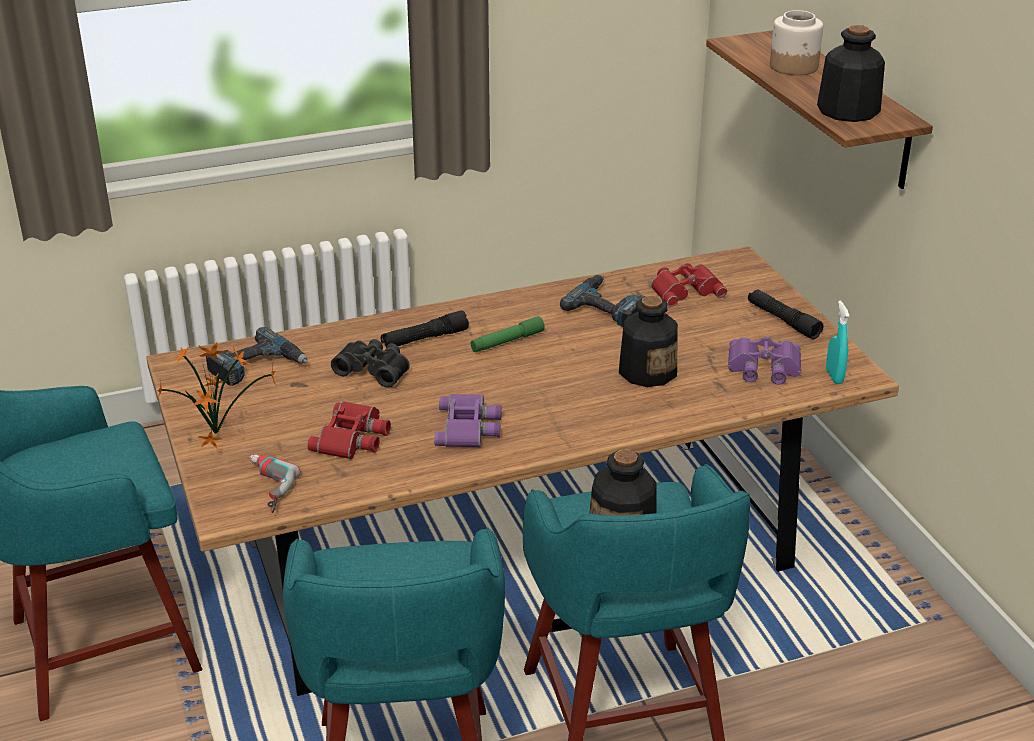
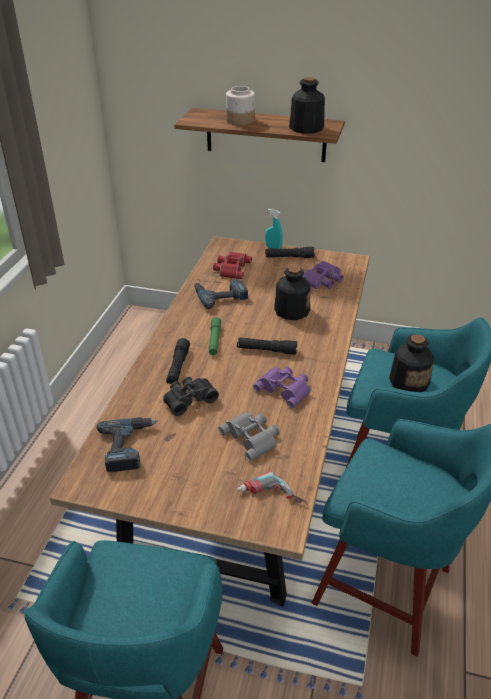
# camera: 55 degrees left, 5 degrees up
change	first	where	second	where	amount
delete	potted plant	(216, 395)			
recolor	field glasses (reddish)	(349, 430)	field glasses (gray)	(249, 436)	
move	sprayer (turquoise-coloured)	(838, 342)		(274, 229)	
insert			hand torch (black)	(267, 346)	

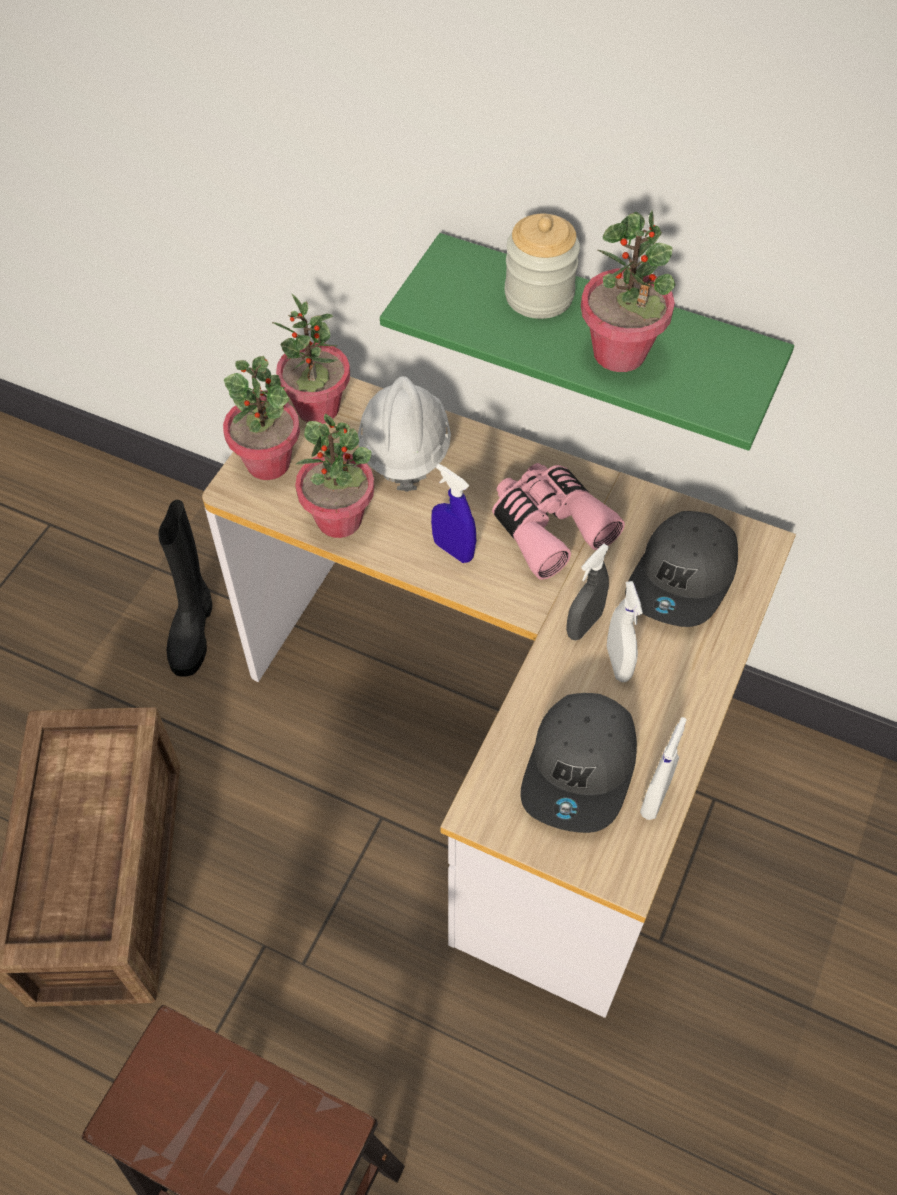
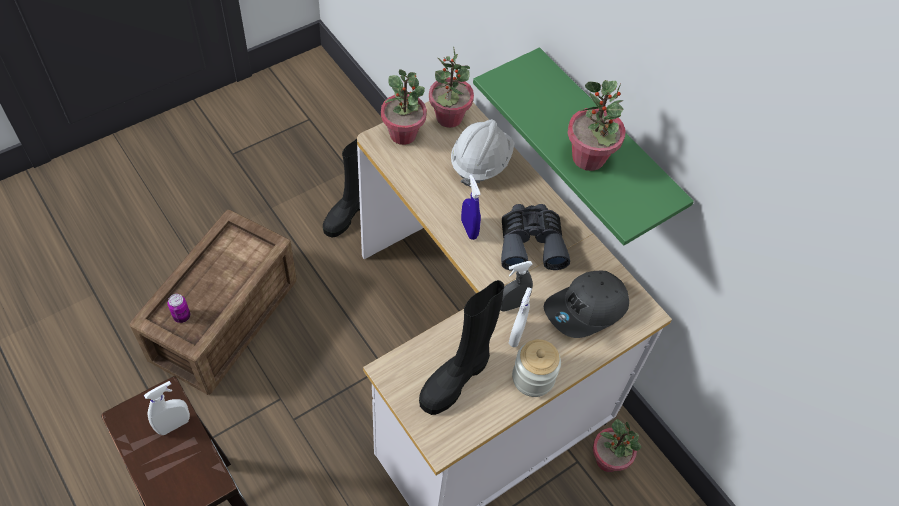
# camera: 25 degrees right, 0 degrees up
change	first	where	second	where	amount
move	potted plant	(334, 476)		(617, 445)	
recolor	field glasses (pink)	(558, 521)	field glasses (gray)	(535, 237)	
move	jar	(542, 266)		(536, 368)	
replace	cap (gray)	(579, 763)	high-top boot (black)	(461, 347)	
move	sprayer (whitish)	(663, 768)		(167, 408)	
insert			can	(179, 308)	

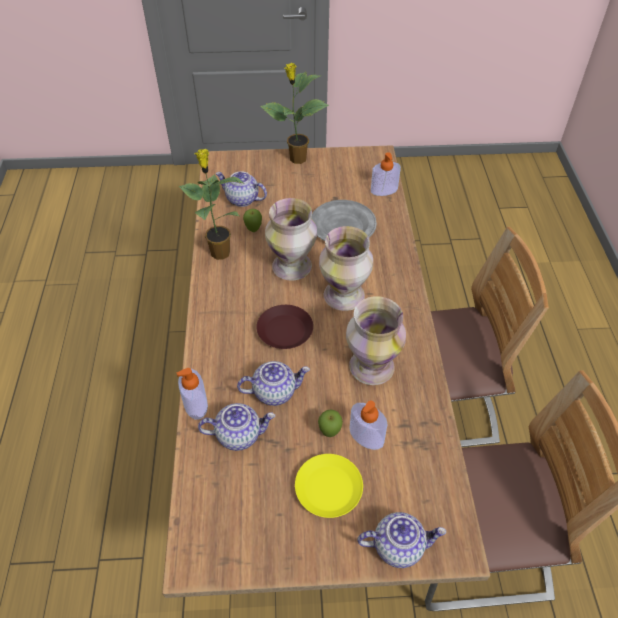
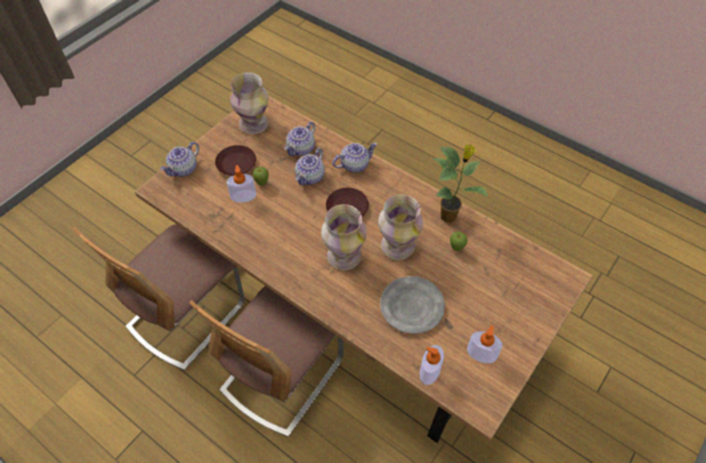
# camera: 130 degrees right, 5 degrees up
change	first	where	second	where	amount
move	soap bottle	(192, 394)		(484, 344)	
move	pot for tea	(241, 189)		(355, 157)	
delete	potted plant	(294, 113)			
recolor	dinner plate (yellow-coloured)	(329, 486)	dinner plate (brownish)	(235, 160)	
move	decorative vase	(376, 340)		(249, 103)	

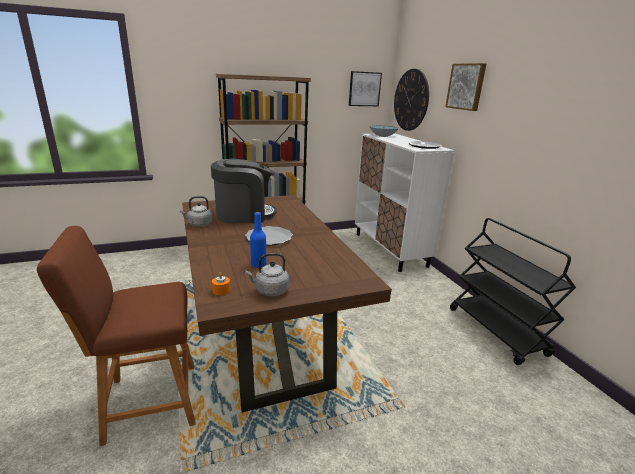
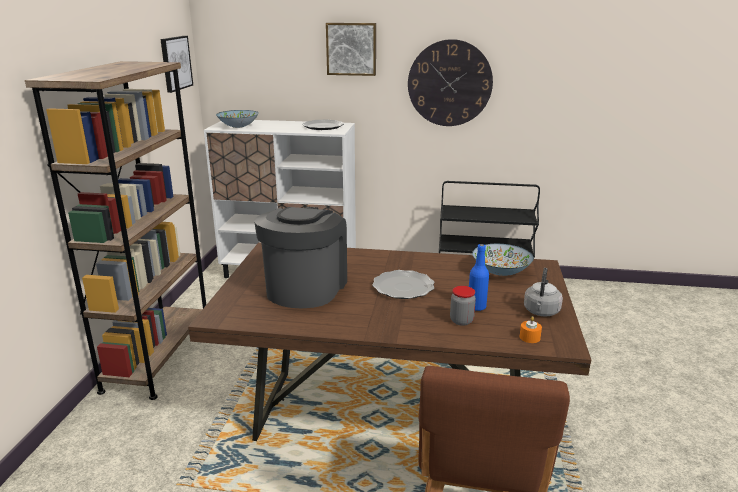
# camera: 60 degrees left, 0 degrees up
change	first	where	second	where	amount
delete	tea kettle (gray)	(196, 211)			
move	hanging clock	(411, 100)		(450, 82)	
insert			jar	(463, 306)	
insert			deep dish	(503, 260)	

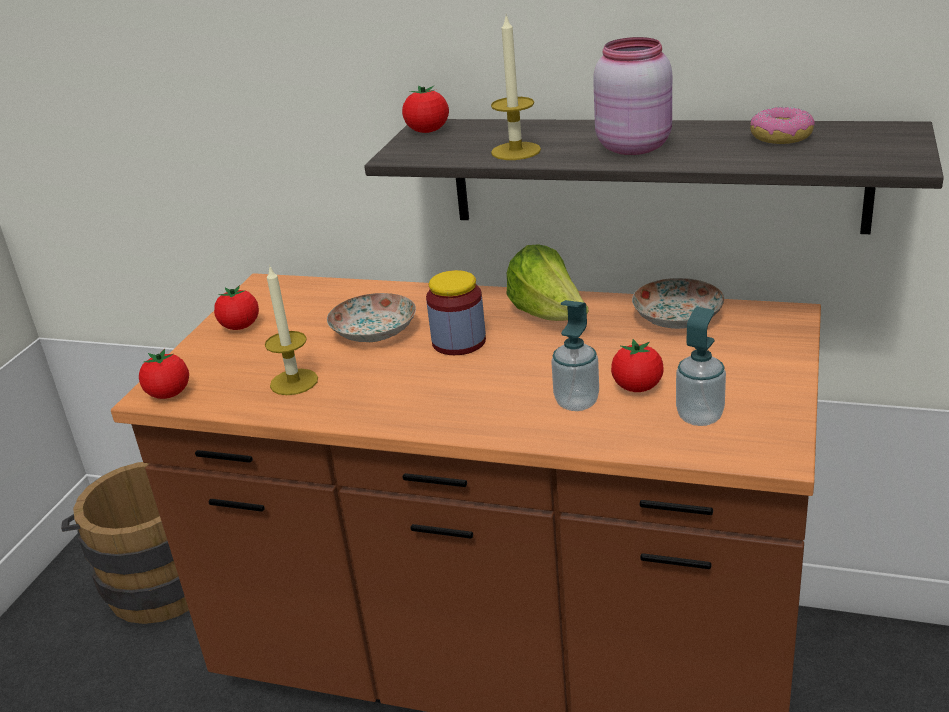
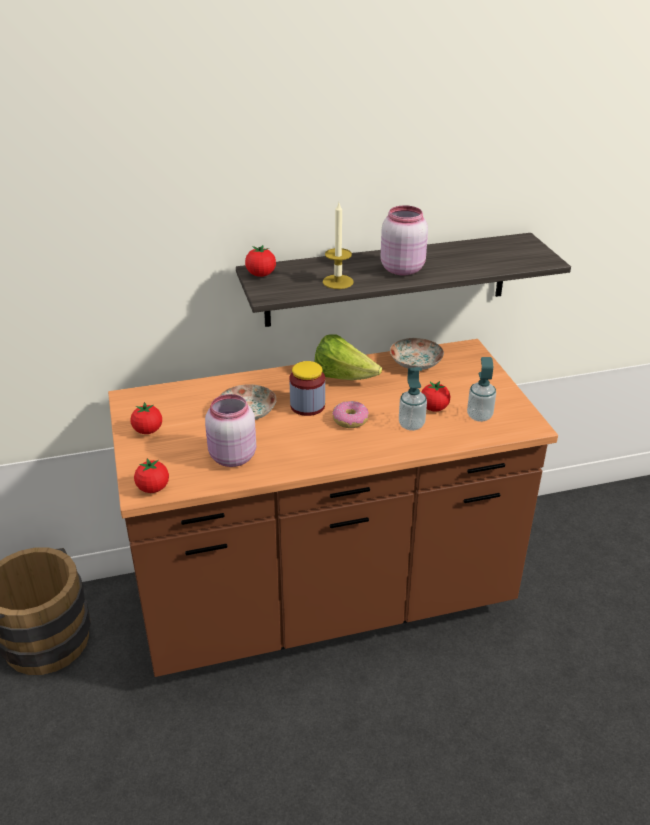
# camera: 35 degrees left, 5 degrees up
change	first	where	second	where	amount
replace	wax light	(291, 330)	jar (pink)	(230, 430)	
move	donut	(782, 125)		(351, 414)	

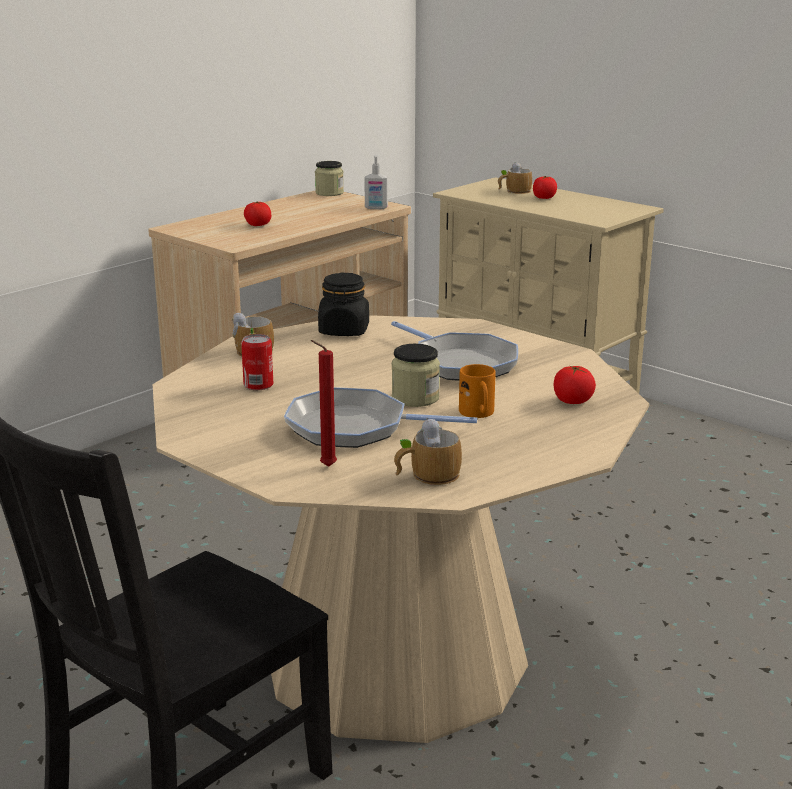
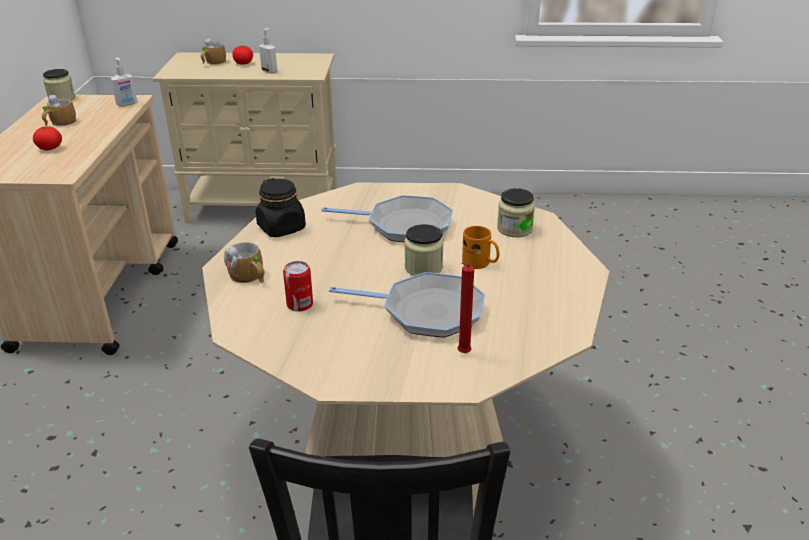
# camera: 40 degrees left, 10 degrees up
change	first	where	second	where	amount
rotate	frying pan	(380, 417)		(407, 305)	135 degrees counterclockwise
move	mug	(428, 451)		(59, 110)	
replace	whole tomato	(574, 385)	jar	(516, 212)	
insert			soap bottle	(268, 51)	

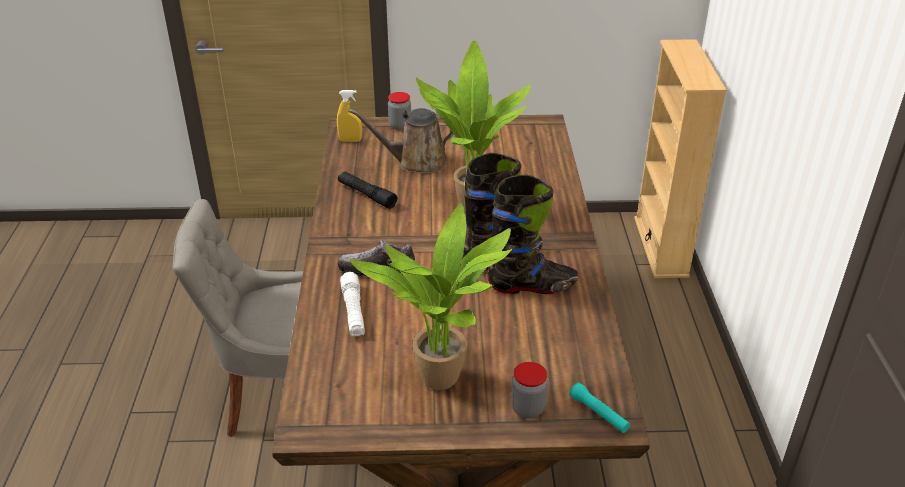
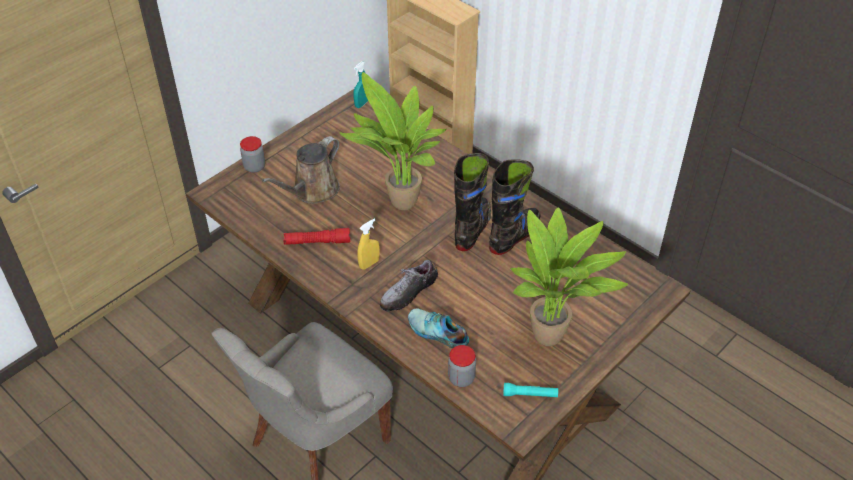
# camera: 45 degrees left, 10 degrees up
change	first	where	second	where	amount
move	sprayer (yellow-coloured)	(349, 116)		(368, 244)	
recolor	hand torch (black)	(367, 190)	hand torch (reddish)	(316, 236)	
replace	hand torch (whitish)	(352, 304)	low shoe	(438, 328)	
move	jar	(529, 390)		(462, 366)	
move	hand torch (turquoise-coloured)	(599, 407)		(530, 390)	
insert			sprayer (turquoise-coloured)	(360, 84)	

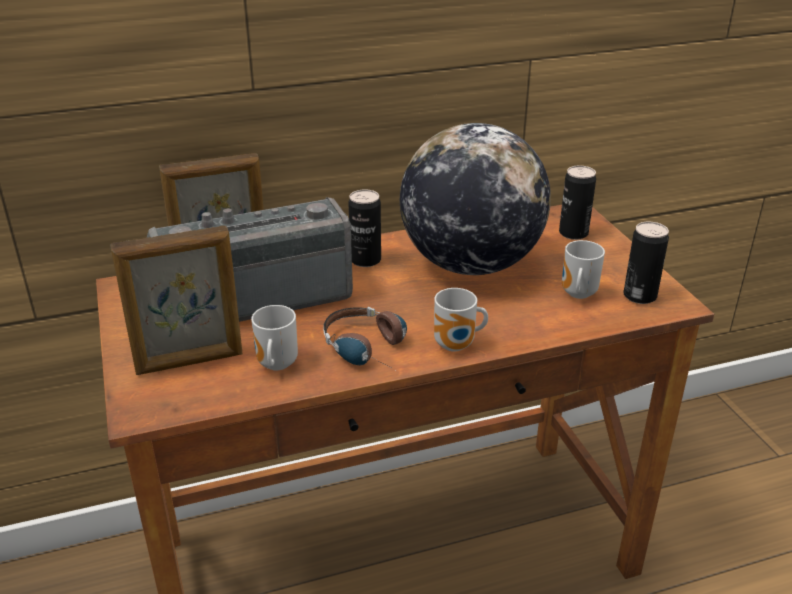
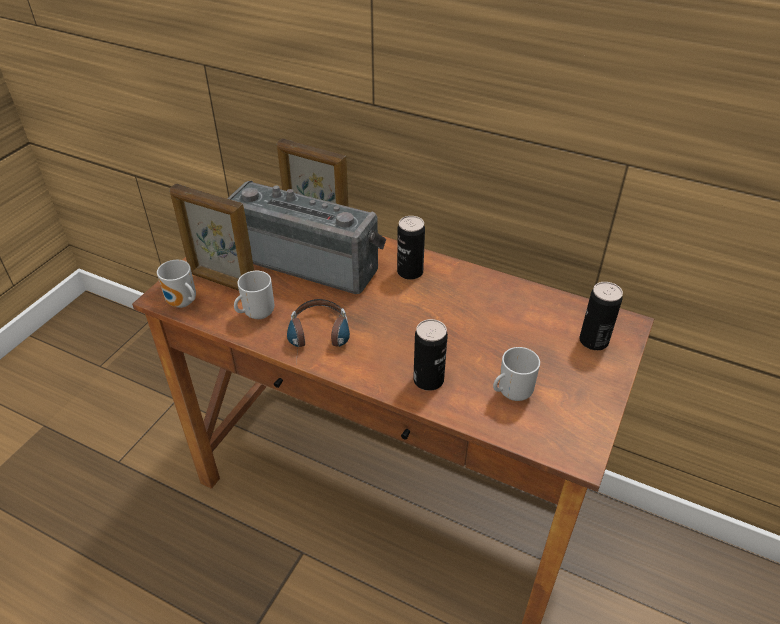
# camera: 45 degrees right, 10 degrees up
change	first	where	second	where	amount
delete	globe	(475, 199)			
move	mug	(461, 320)		(176, 284)	
move	can	(646, 262)		(430, 355)	

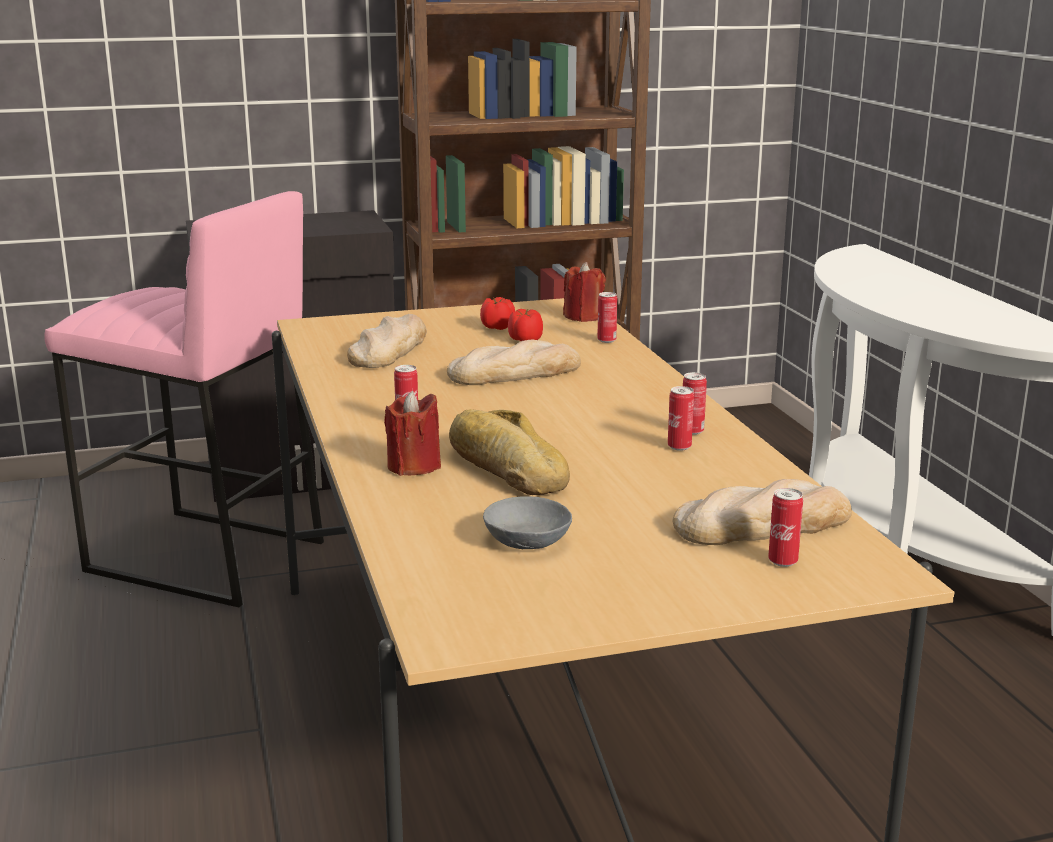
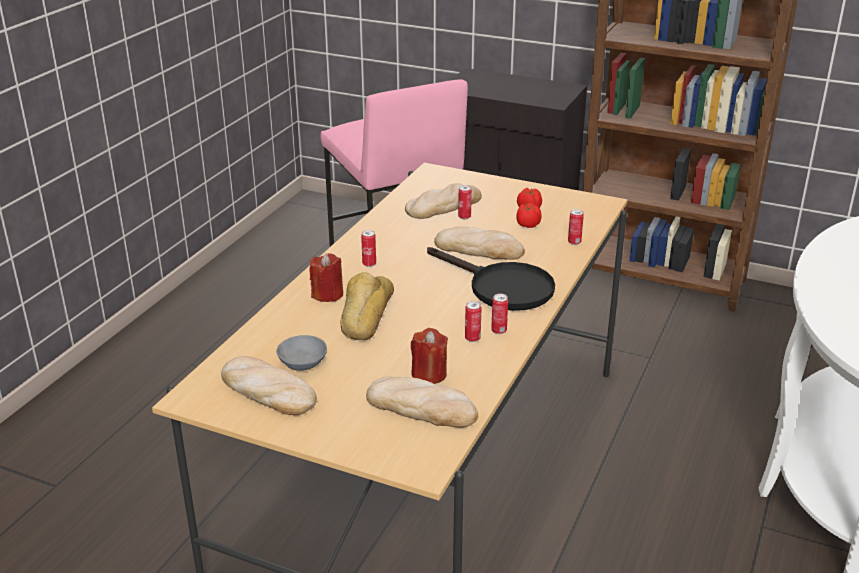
# camera: 40 degrees right, 10 degrees up
change	first	where	second	where	amount
move	wax light (reddish)	(584, 292)		(429, 356)	
move	can	(785, 527)		(465, 202)	
insert			bakery bread	(269, 385)	
insert			frying pan (black)	(491, 279)	

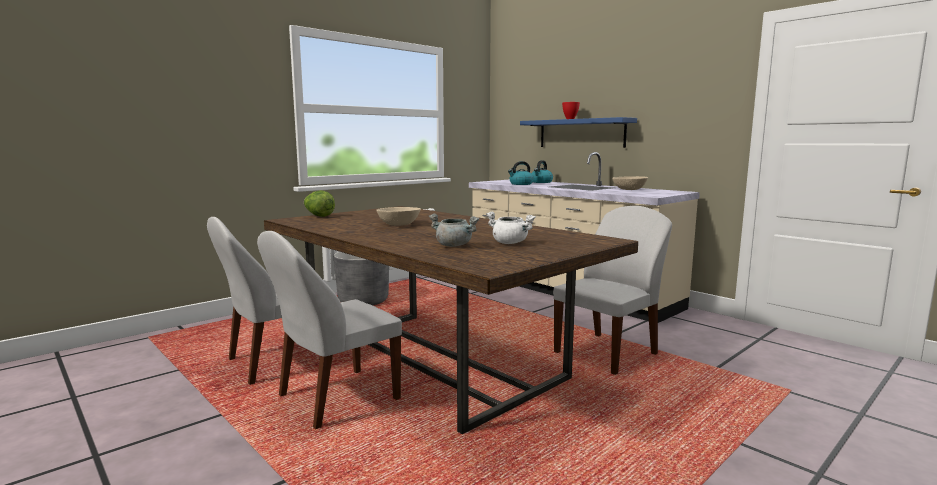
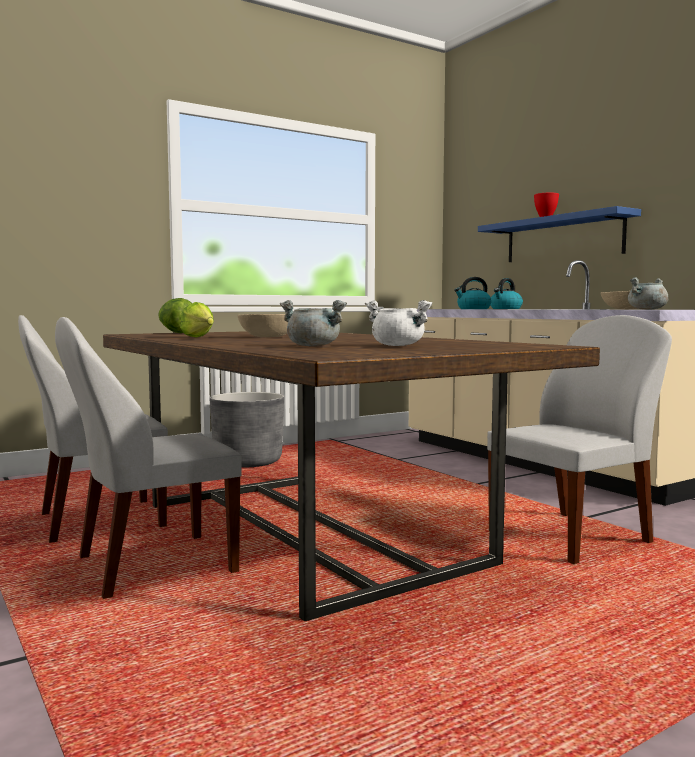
# camera: 10 degrees right, 5 degrees down
change	first	where	second	where	amount
insert			head of lettuce	(197, 319)	
insert			stockpot (gray)	(648, 293)	

